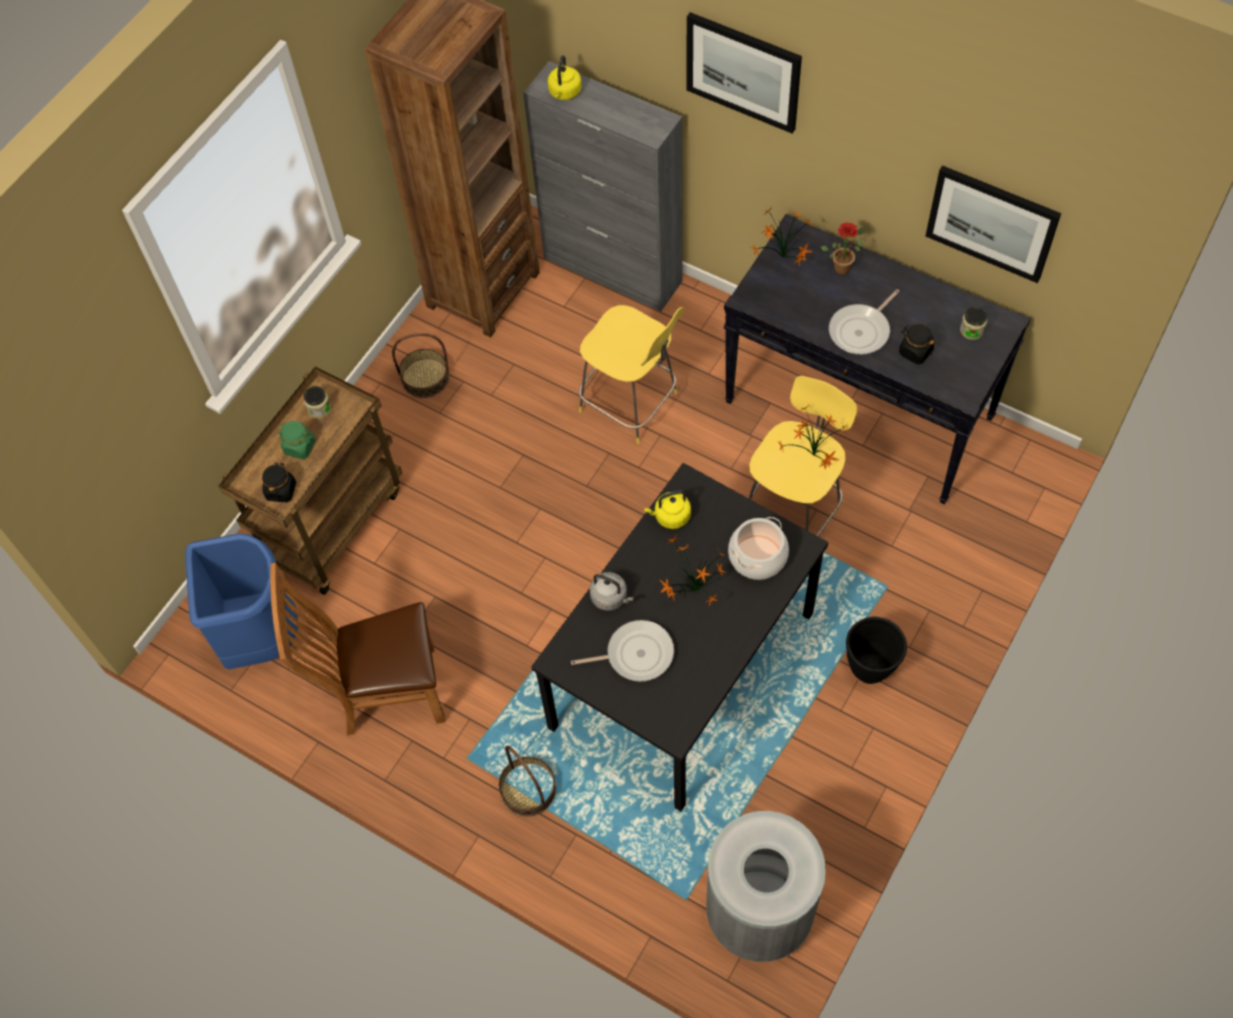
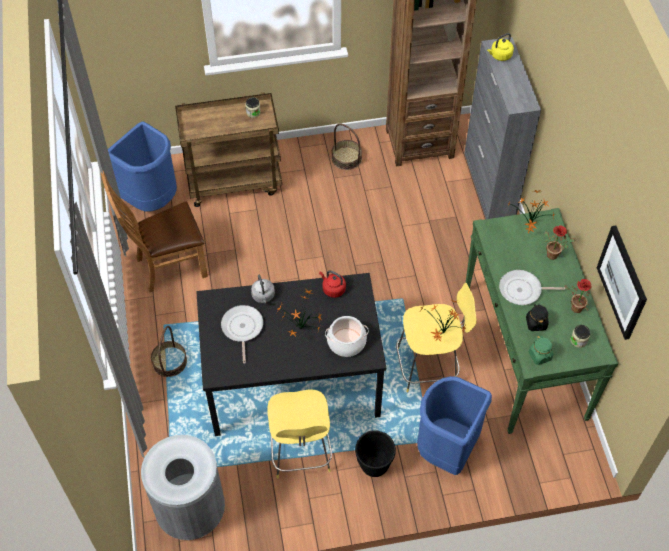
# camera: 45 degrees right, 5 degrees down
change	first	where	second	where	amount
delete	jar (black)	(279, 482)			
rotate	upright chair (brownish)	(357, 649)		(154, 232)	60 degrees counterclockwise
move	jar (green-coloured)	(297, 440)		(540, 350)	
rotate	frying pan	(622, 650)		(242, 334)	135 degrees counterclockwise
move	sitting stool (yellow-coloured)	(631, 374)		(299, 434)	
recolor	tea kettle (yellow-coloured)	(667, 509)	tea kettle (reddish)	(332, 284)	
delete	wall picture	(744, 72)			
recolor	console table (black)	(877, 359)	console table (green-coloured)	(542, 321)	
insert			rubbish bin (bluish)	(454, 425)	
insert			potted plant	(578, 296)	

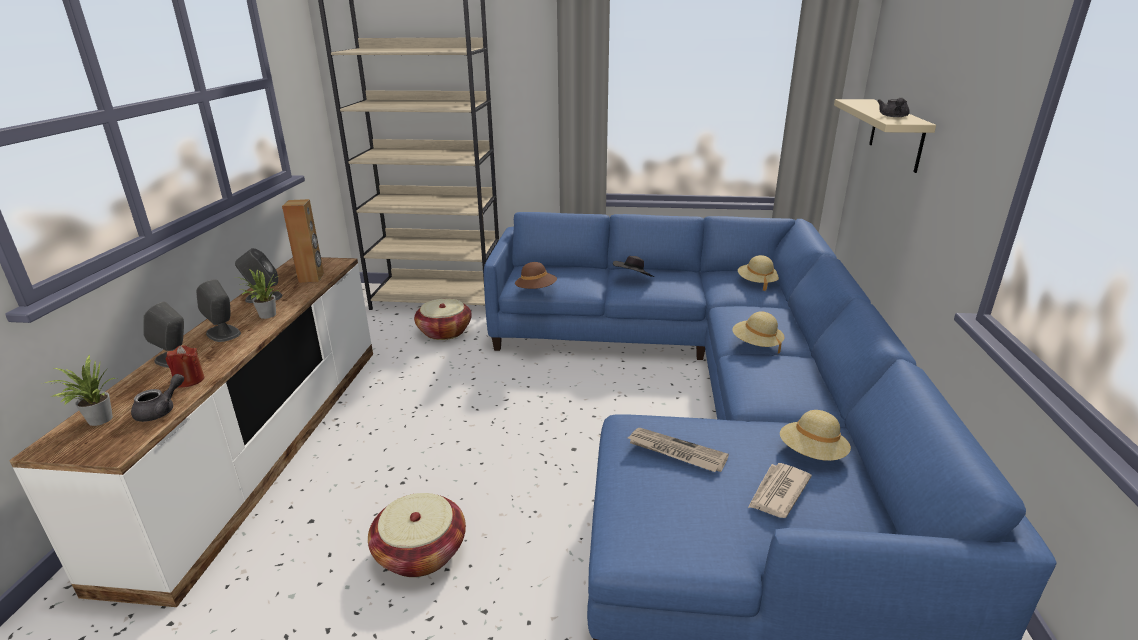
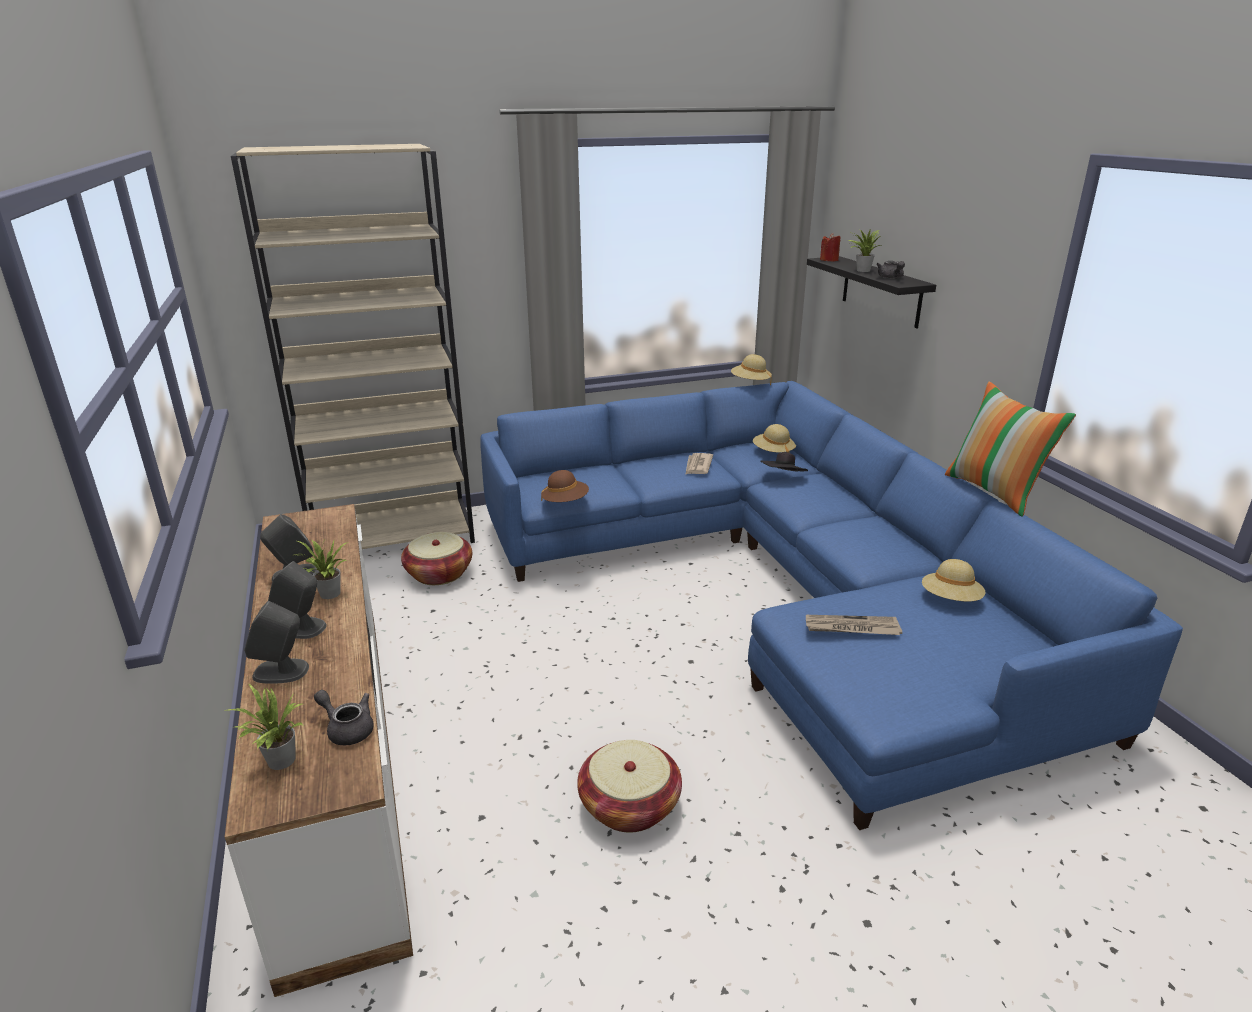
# camera: 25 degrees left, 0 degrees up
change	first	where	second	where	amount
rotate	pot for tea (gray)	(157, 398)		(344, 717)	60 degrees counterclockwise
move	wax light (reddish)	(185, 367)		(830, 247)	
delete	loudspeaker (brownish)	(303, 241)			
move	clothing hat (black)	(633, 266)		(784, 461)	
move	clothing hat (sand-coloured)	(758, 332)		(751, 369)	
move	daily paper	(780, 490)		(699, 464)	
recolor	bracket shelf (sand-coloured)	(885, 136)	bracket shelf (black)	(871, 292)	
insert			potted plant	(864, 250)	
insert			pillow	(1010, 449)	

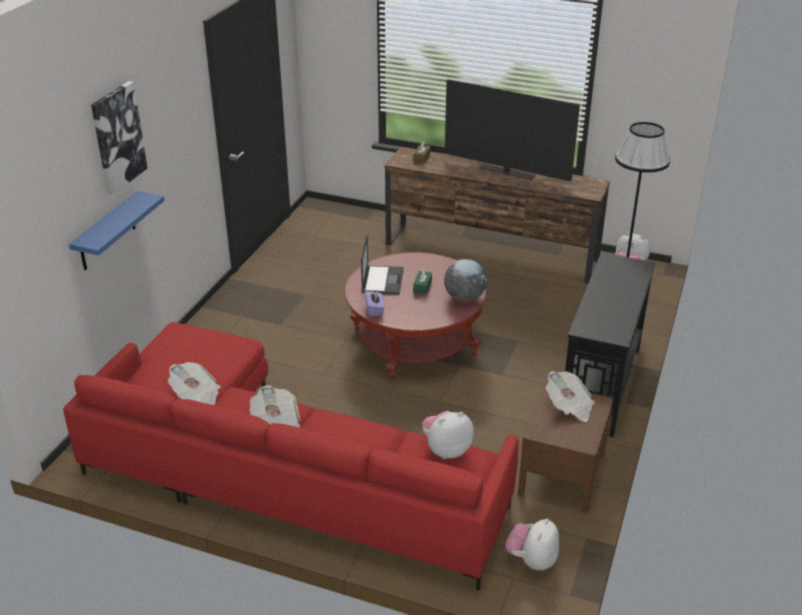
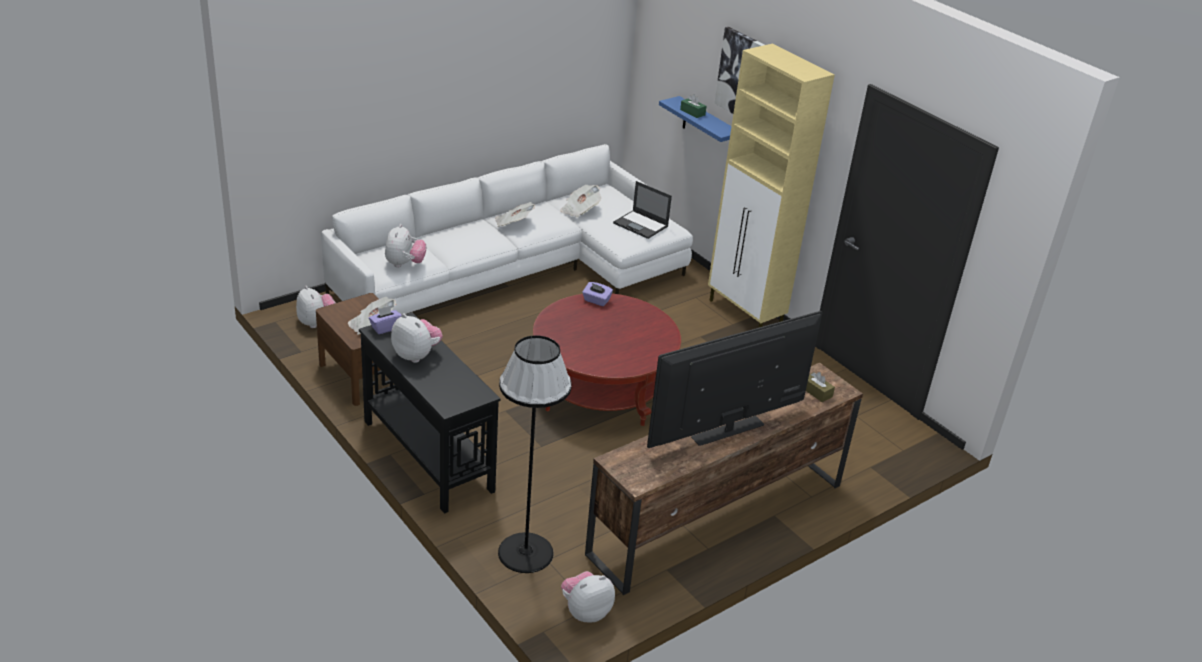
# camera: 120 degrees right, 0 degrees up
change	first	where	second	where	amount
recolor	couch (reddish)	(290, 456)	couch (whitish)	(507, 229)	
move	notebook computer	(382, 264)		(642, 210)	
move	tissue box (green-coloured)	(422, 281)		(693, 106)	
delete	globe	(465, 280)			
insert			tissue box (purple)	(385, 320)	
insert			plush toy	(417, 338)	
insert			storage cabinet (sand-coloured)	(771, 185)	

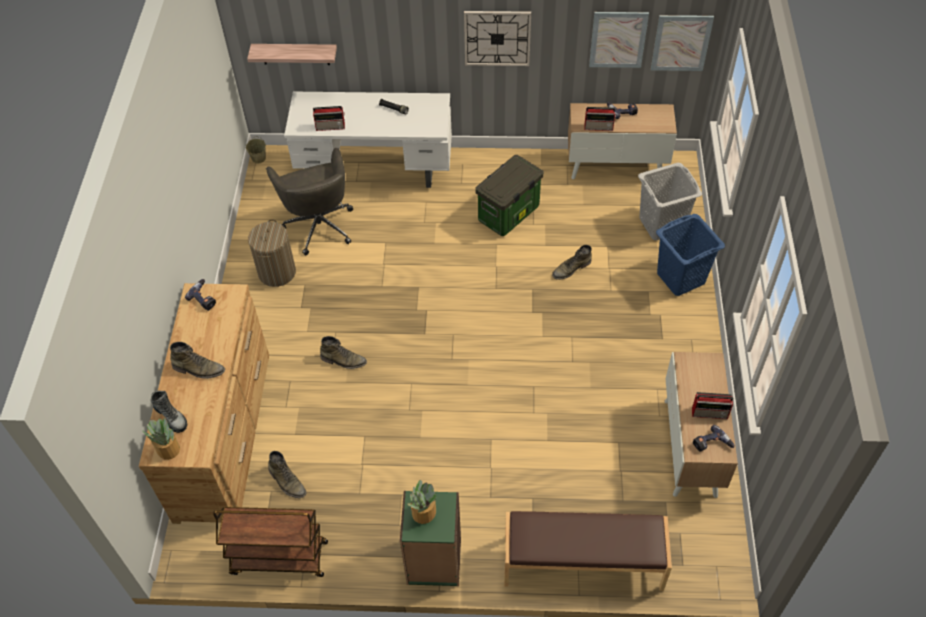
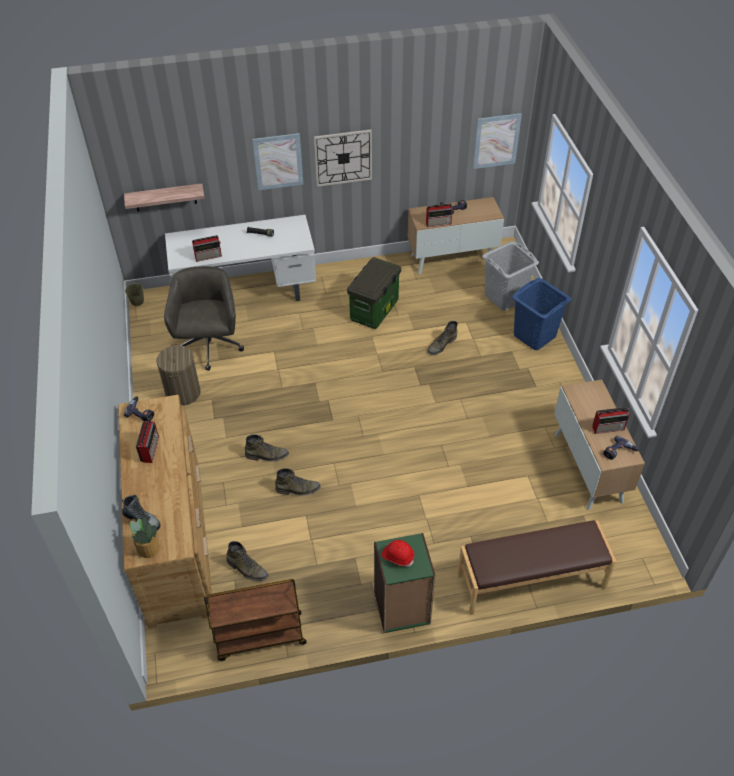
# camera: 15 degrees left, 5 degrees down
change	first	where	second	where	amount
move	high-top boot (green-coloured)	(197, 360)		(298, 482)	
rotate	computer chair (gray)	(309, 201)		(204, 318)	150 degrees counterclockwise
replace	potted plant	(422, 502)	work helmet (reddish)	(398, 553)	
move	wall picture	(619, 40)		(278, 161)	
insert			radio set	(147, 440)	

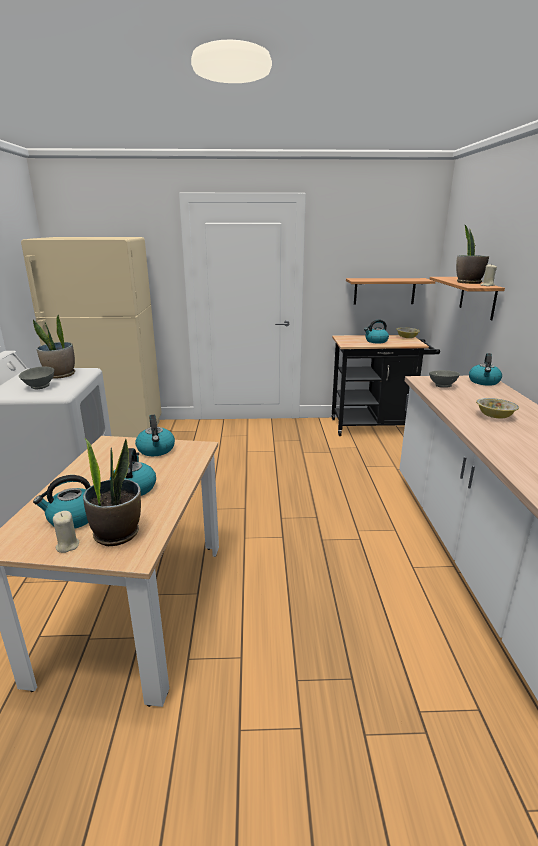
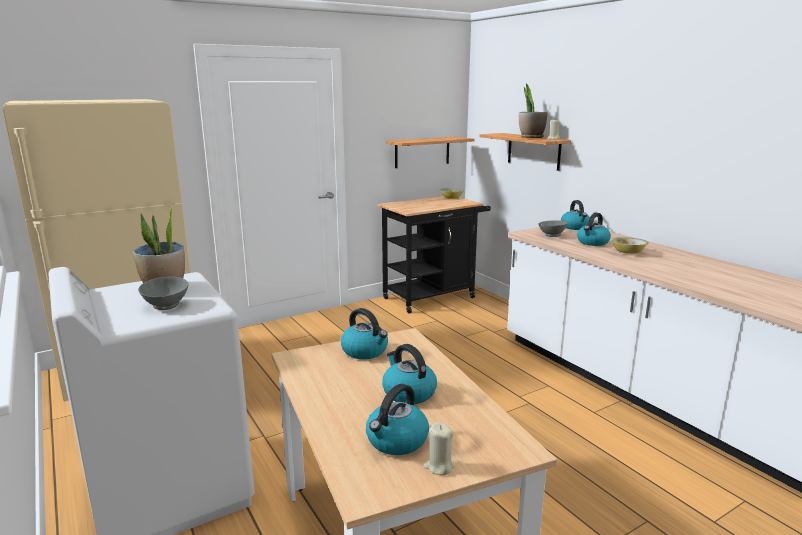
# camera: 30 degrees left, 5 degrees down
change	first	where	second	where	amount
delete	potted plant	(112, 492)			
move	tea kettle	(376, 332)		(594, 229)	

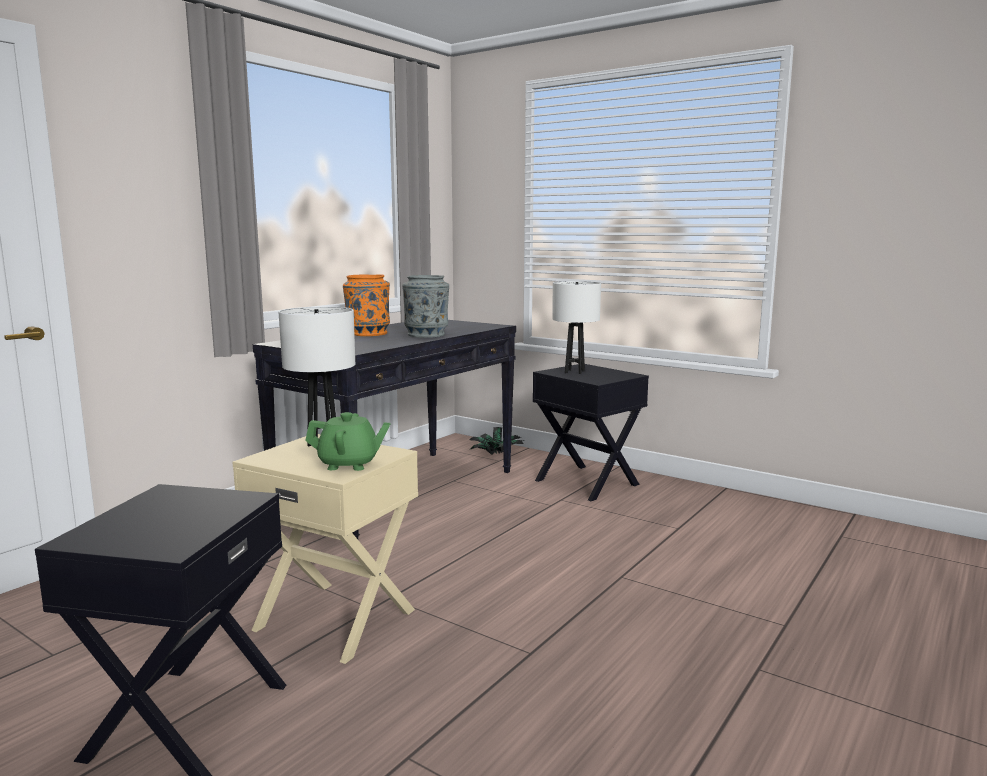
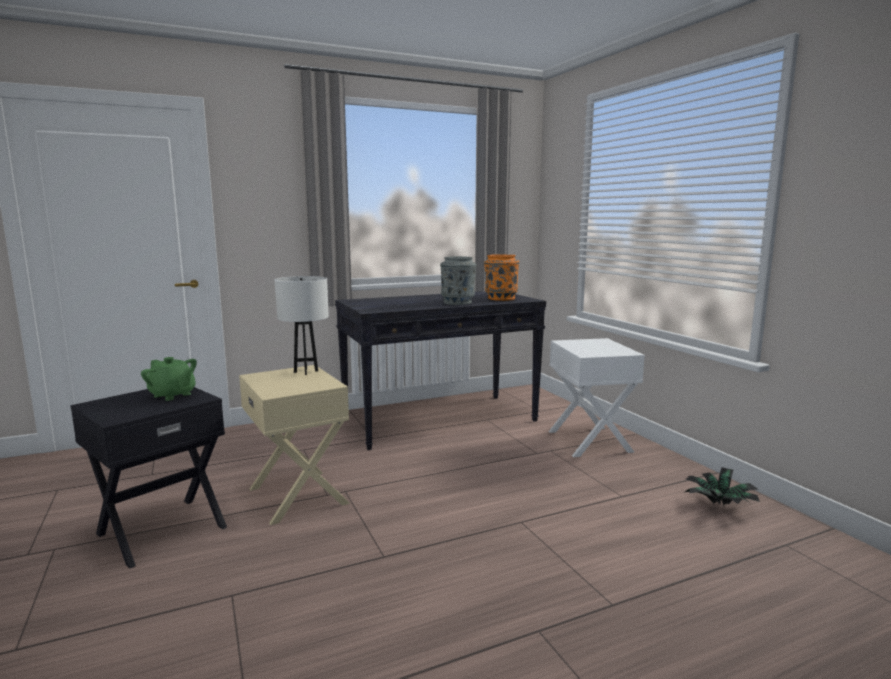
# camera: 30 degrees right, 0 degrees up
change	first	where	second	where	amount
move	pot for tea (green-coloured)	(347, 441)		(169, 379)	
move	decorative vase (orangey)	(366, 305)		(501, 277)	
move	potted plant	(496, 441)		(722, 486)	
recolor	accent table (black)	(591, 432)	accent table (whitish)	(597, 397)	
delete	tabletop lamp (whitish)	(576, 327)			

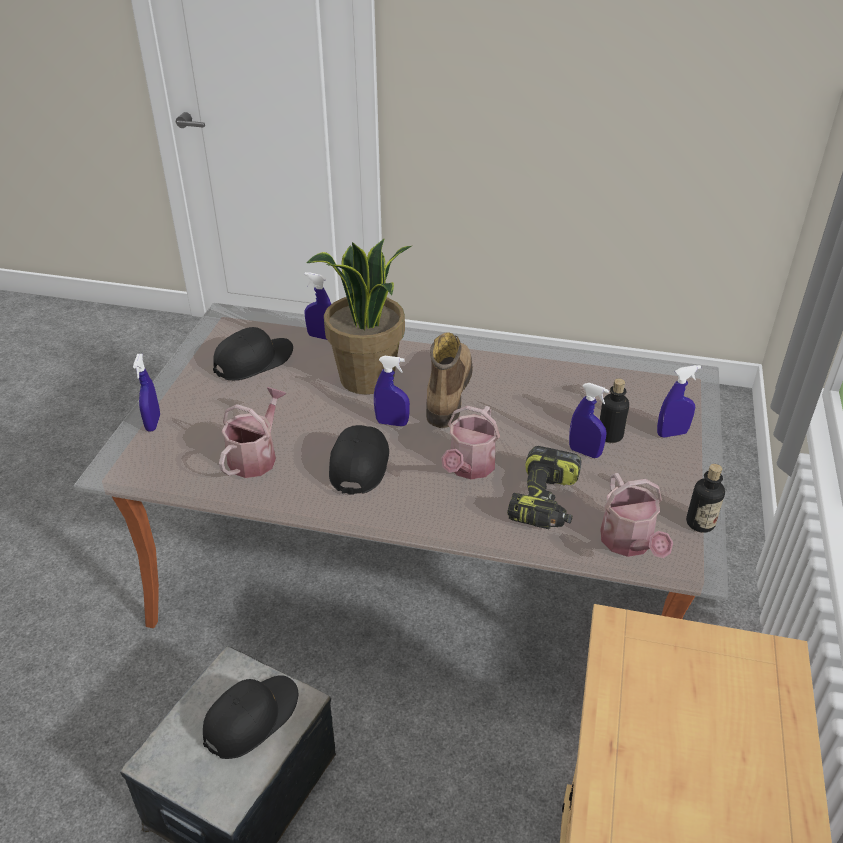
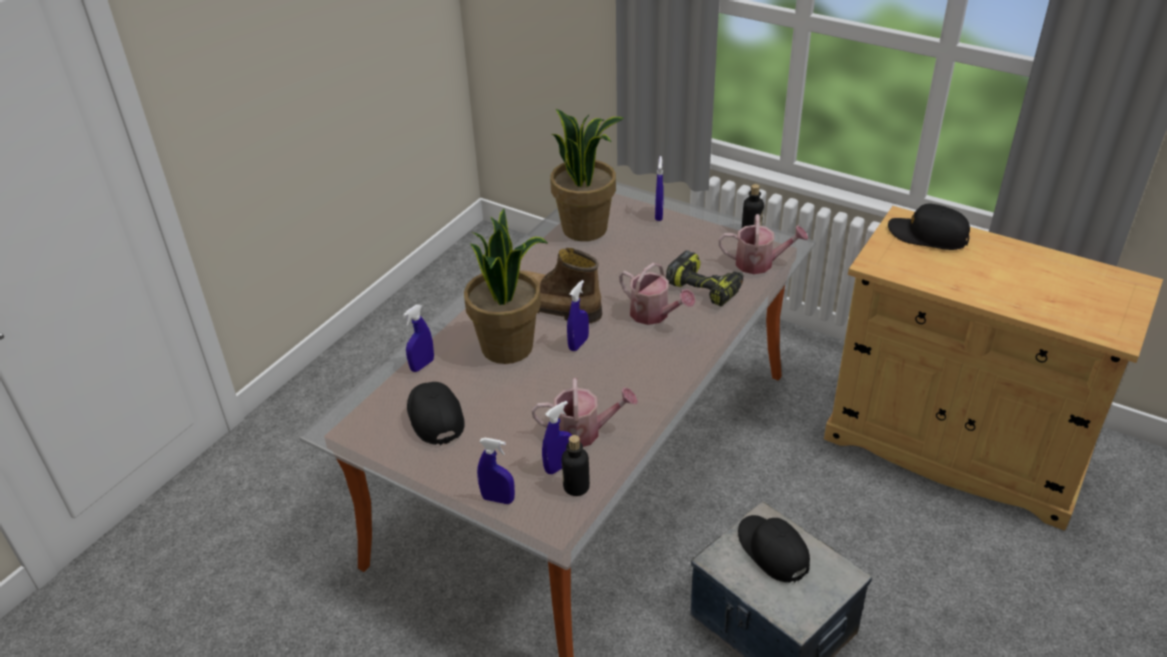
# camera: 70 degrees left, 0 degrees up
change	first	where	second	where	amount
rotate	watering can	(253, 432)		(585, 412)	135 degrees clockwise
move	cap (black)	(359, 460)		(929, 227)	
move	sprayer (bluish)	(589, 420)		(557, 437)	
move	beverage bottle	(614, 411)		(576, 465)	
insert			potted plant	(587, 175)	

